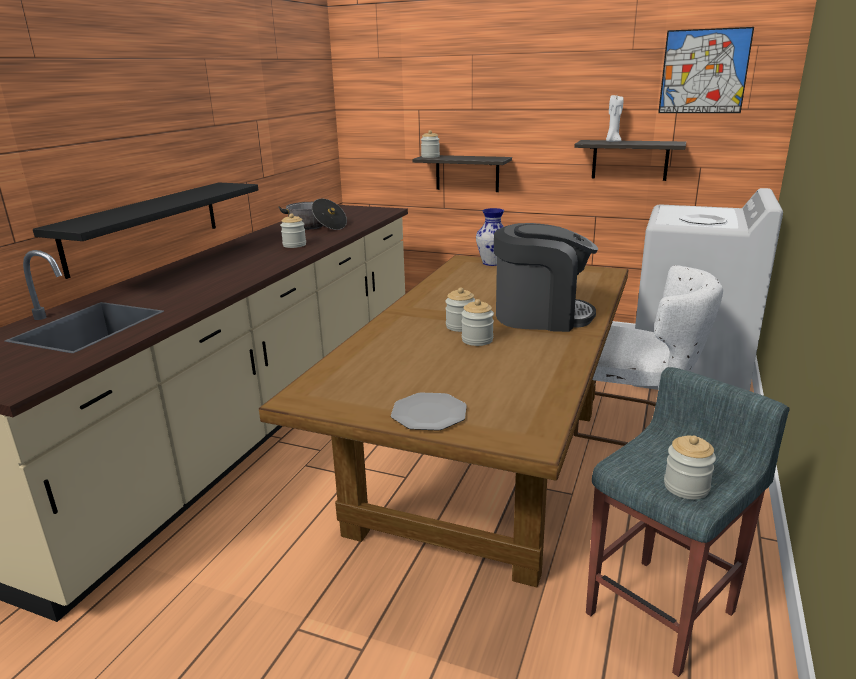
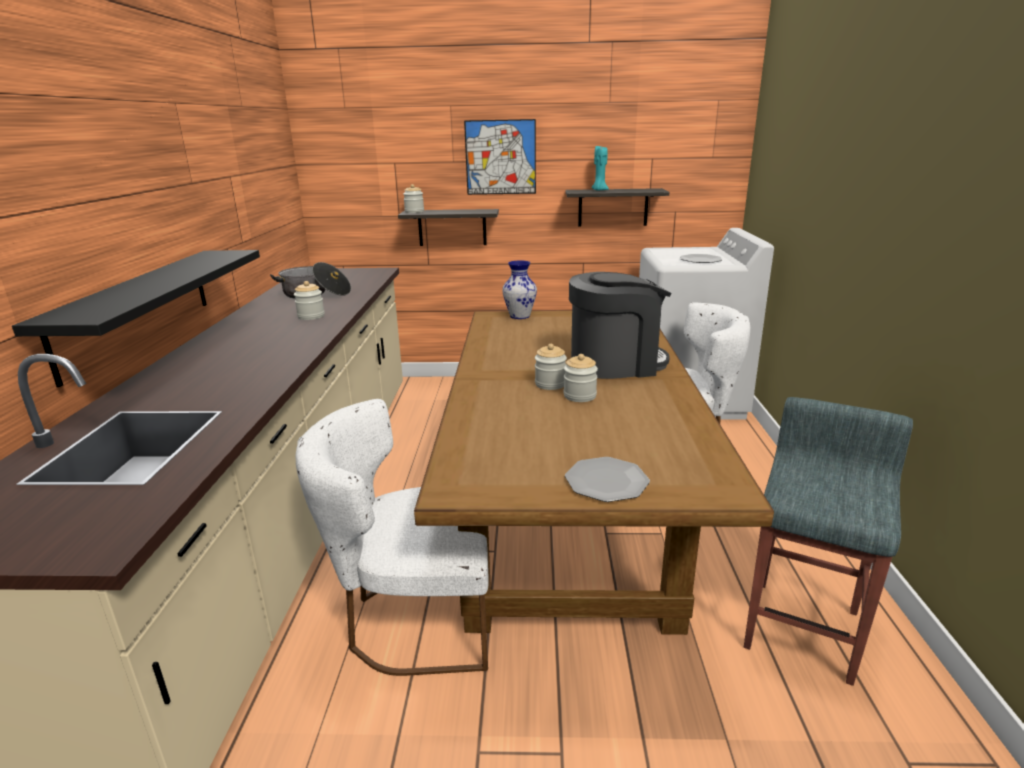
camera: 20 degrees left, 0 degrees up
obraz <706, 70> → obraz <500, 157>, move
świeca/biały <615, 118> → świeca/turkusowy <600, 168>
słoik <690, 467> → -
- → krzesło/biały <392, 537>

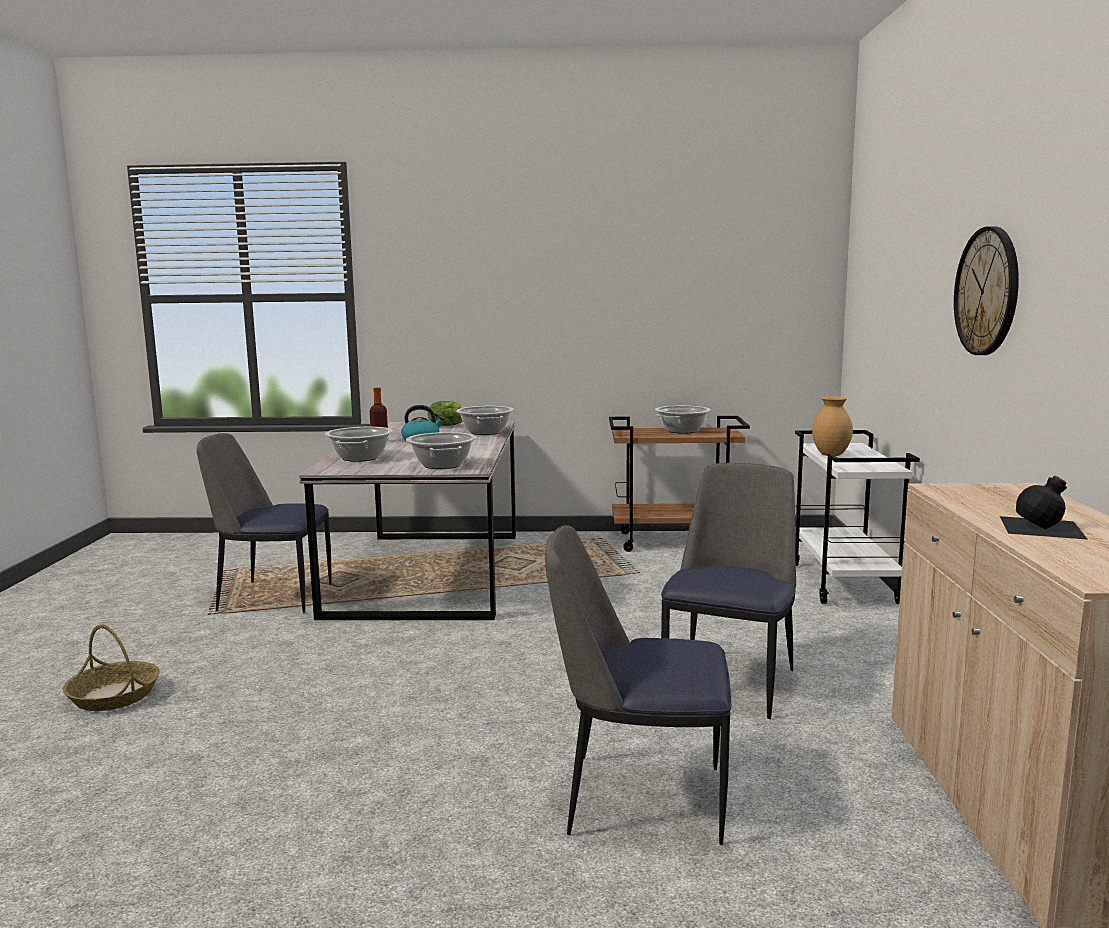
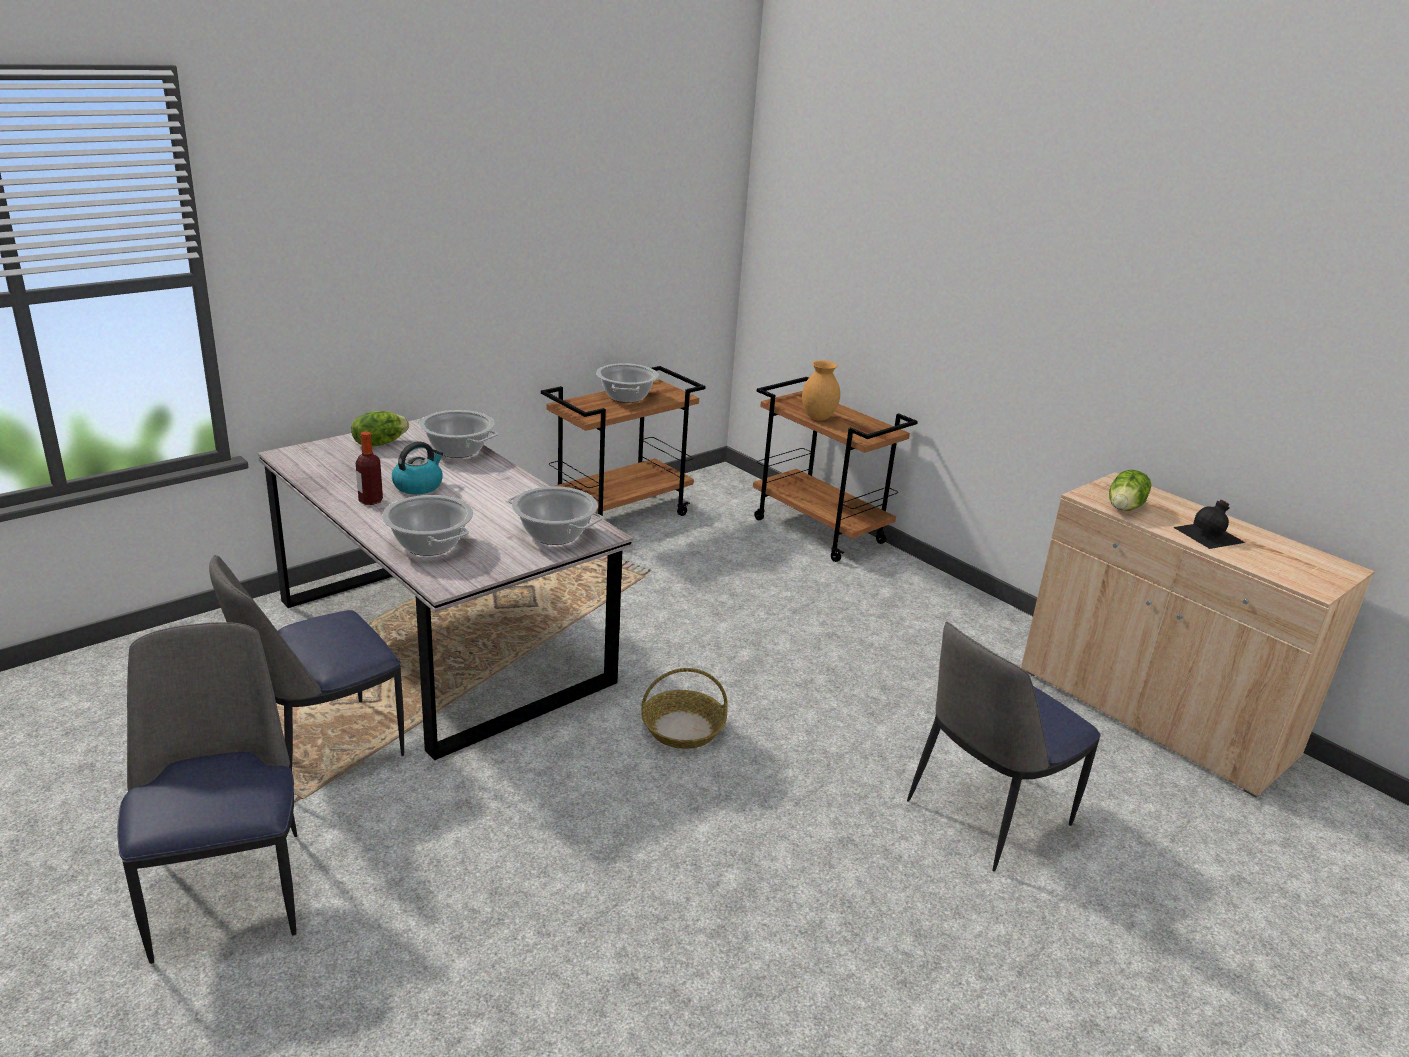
camera: 45 degrees left, 15 degrees up
zegar ścienny <986, 290> → -
wózek/biały <857, 517> → wózek/brązowy <835, 469>
krzesło <728, 591> → krzesło <207, 793>, move
koszyk <111, 667> → koszyk <684, 708>, move
- → sałata <1130, 490>

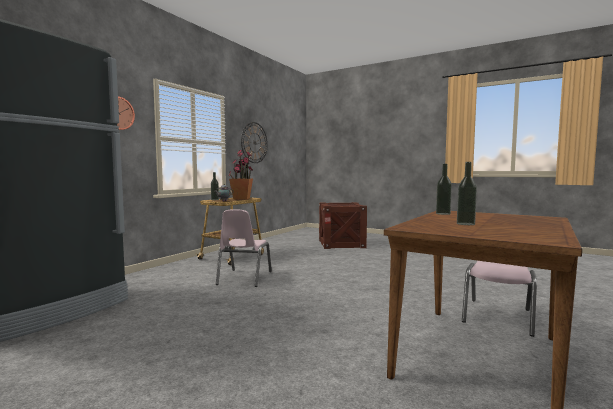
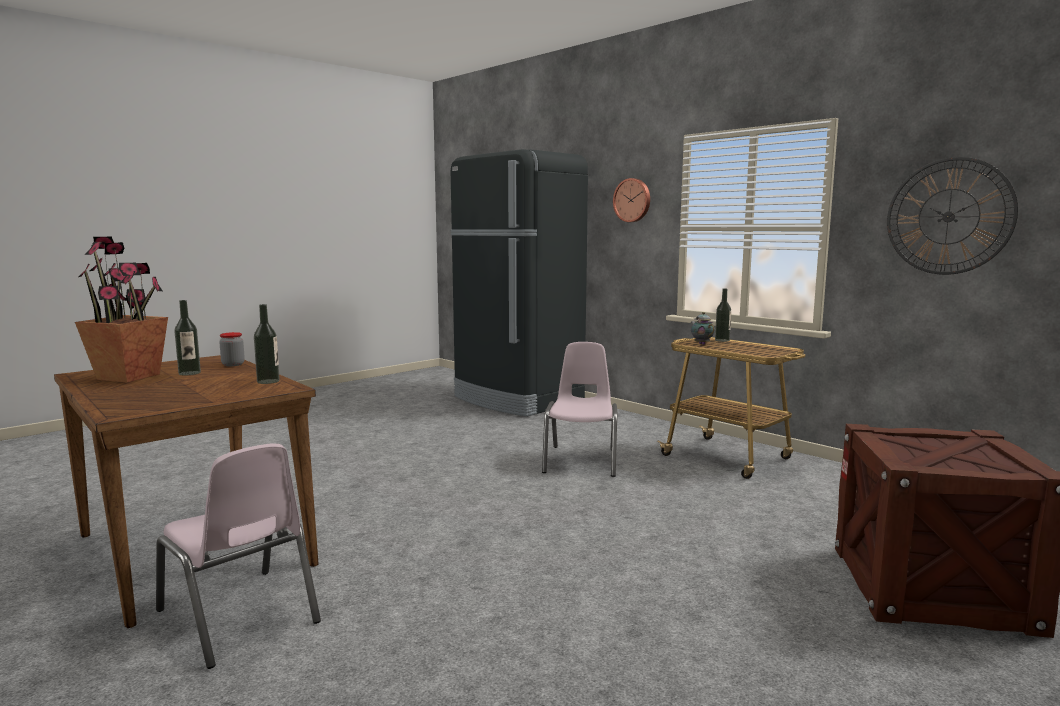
camera: 105 degrees right, 5 degrees up
roślina doniczkowa <241, 174> → roślina doniczkowa <121, 309>, move
krzesło/różowy <244, 248> → krzesło/różowy <579, 409>, 75 degrees clockwise
- → słoik <232, 349>

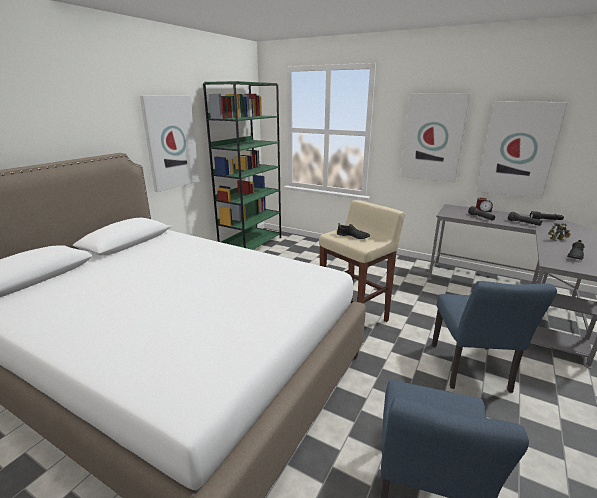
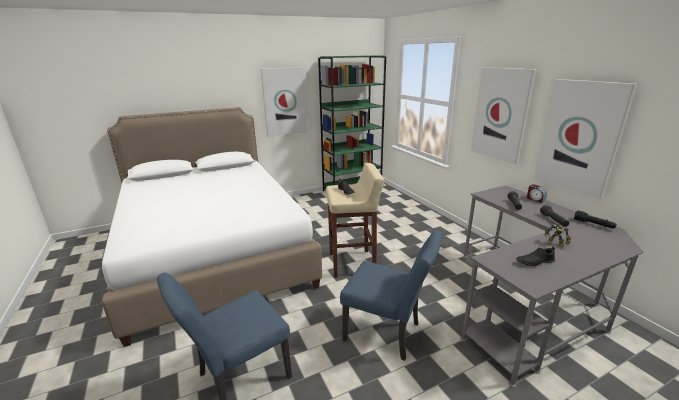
camera: 35 degrees right, 0 degrees up
krzesło/niebieski <494, 337> → krzesło/niebieski <391, 296>, 105 degrees counterclockwise

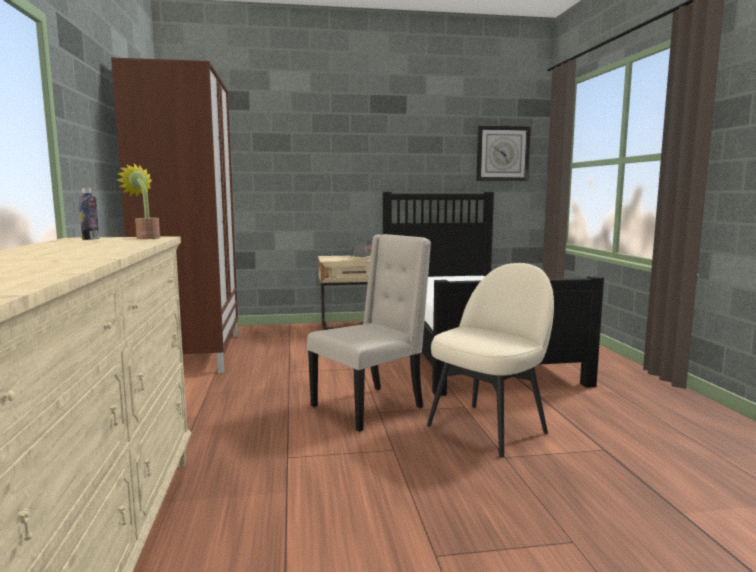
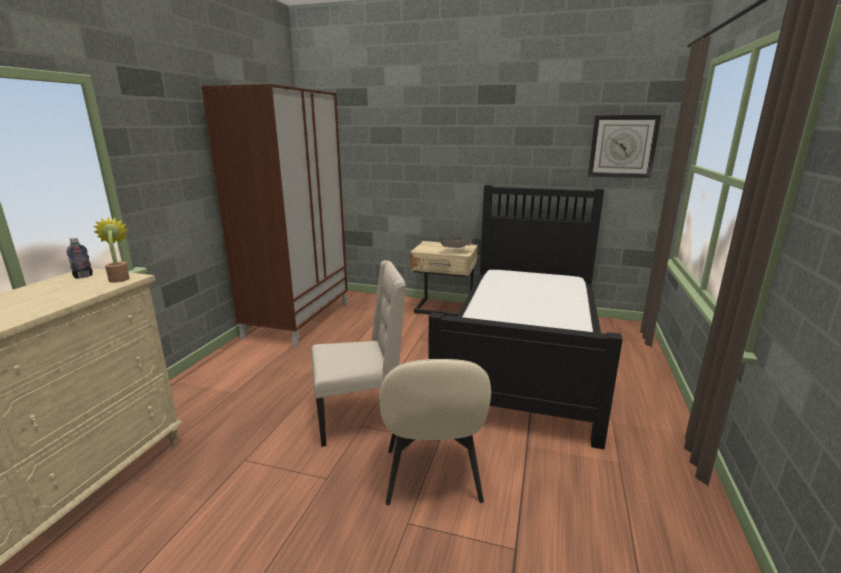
camera: 25 degrees right, 10 degrees up
krzesło/beżowy <490, 360> → krzesło/beżowy <435, 432>, 105 degrees clockwise

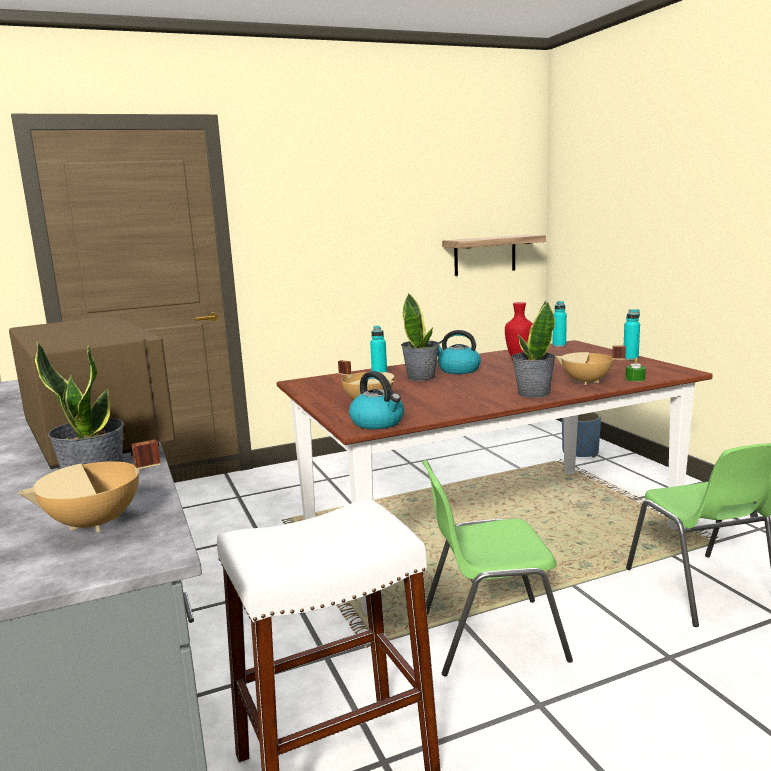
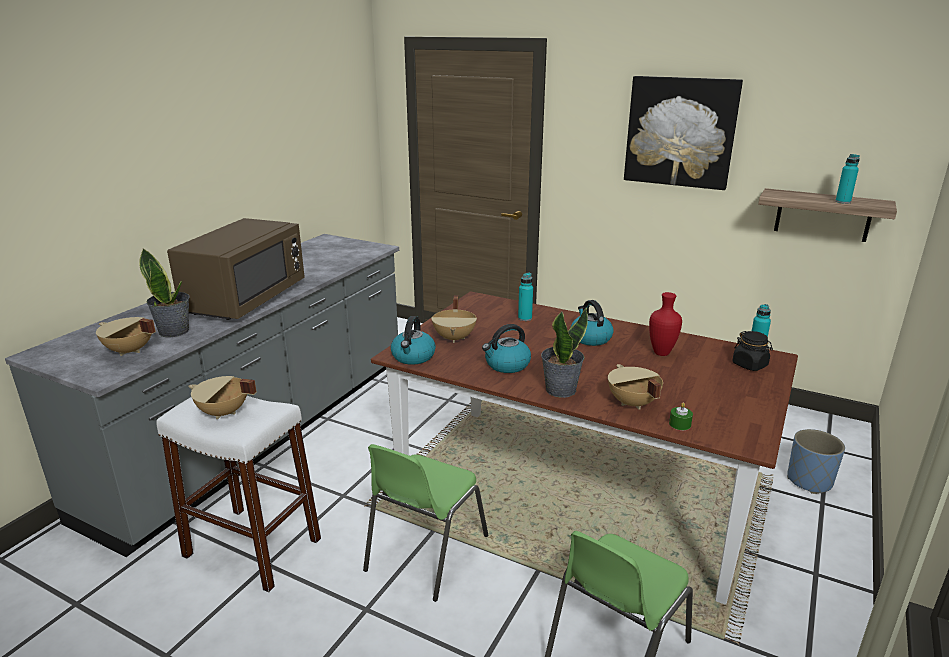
camera: 50 degrees right, 10 degrees up
roślina doniczkowa <420, 337> → -
butelka/turkusowy <632, 334> → butelka/turkusowy <847, 179>, move
krzesło/zielony <497, 568> → krzesło/zielony <426, 523>, 105 degrees counterclockwise
- → obraz <683, 133>
- → czajnik <506, 348>
- → słoik/czarny <752, 351>
- → garnek/beżowy <222, 397>

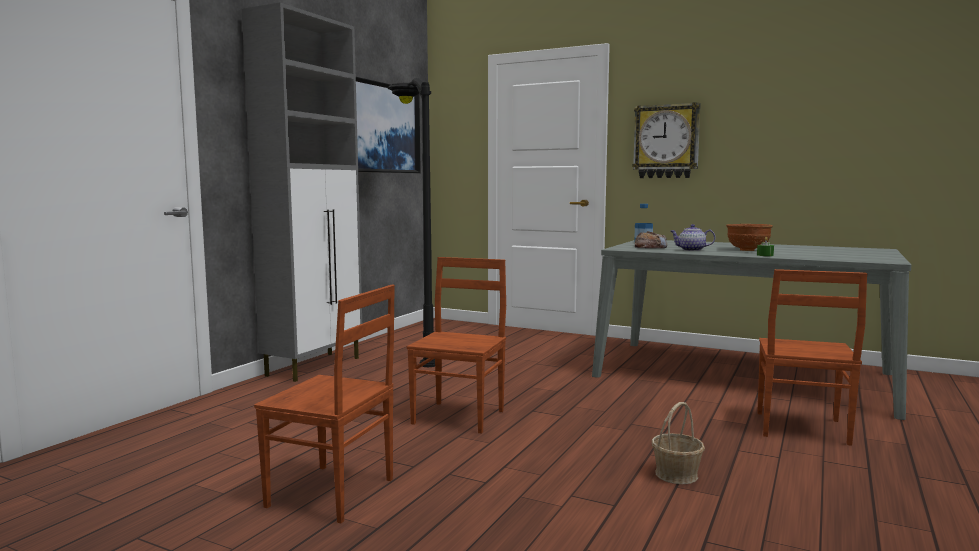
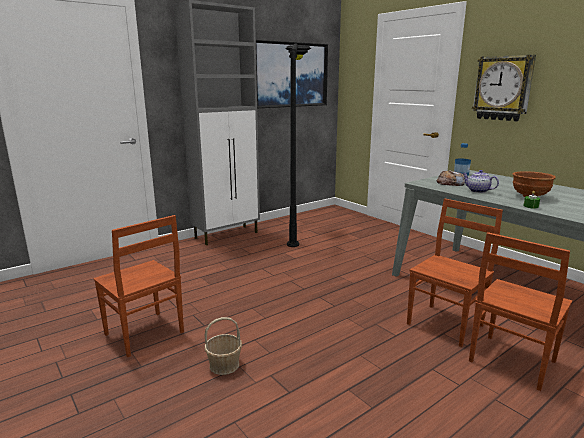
camera: 25 degrees right, 10 degrees up
krzesło/brązowy <456, 345> → krzesło/brązowy <455, 273>, move
koszyk <678, 443> → koszyk <223, 346>, move

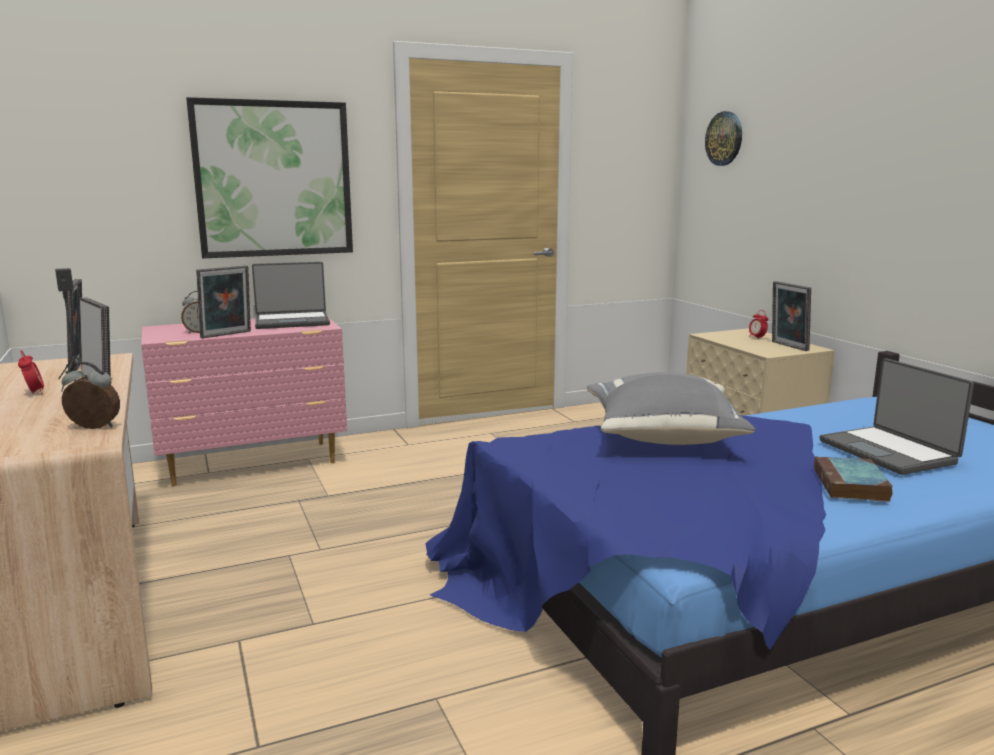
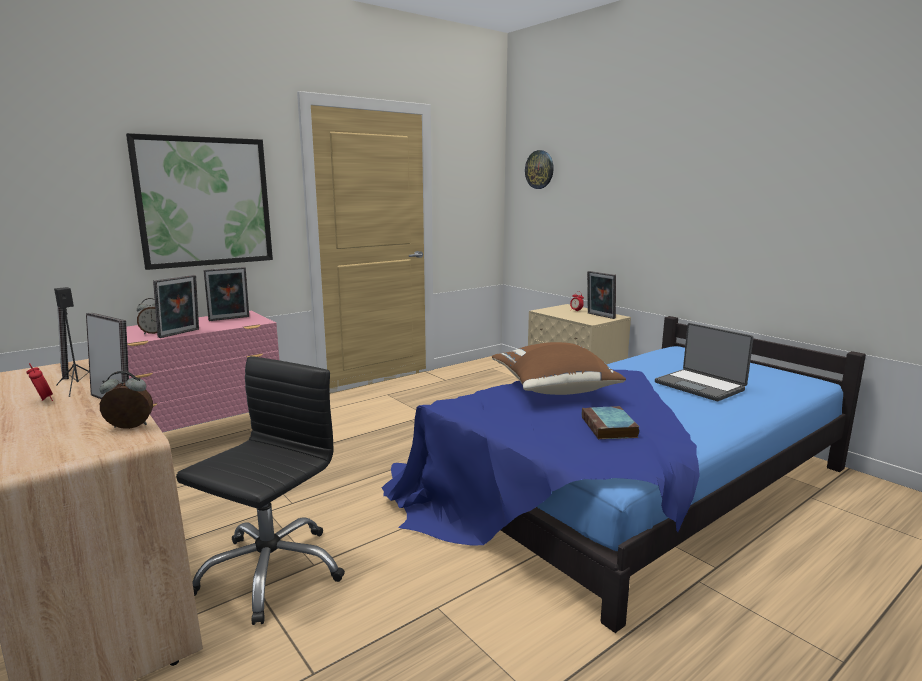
camera: 15 degrees left, 0 degrees up
laptop <291, 295> → ramka na zdjęcie <226, 294>
poduszka/szary <671, 408> → poduszka/brązowy <559, 368>
książka <853, 479> → książka <610, 422>, move
- → krzesło biurowe/czarny <260, 490>

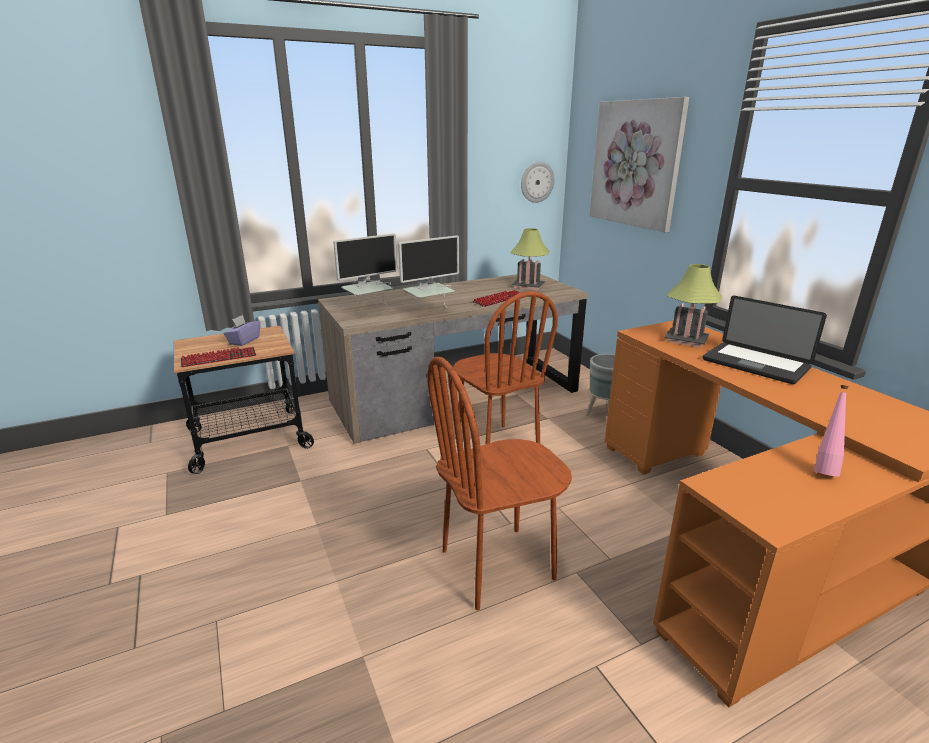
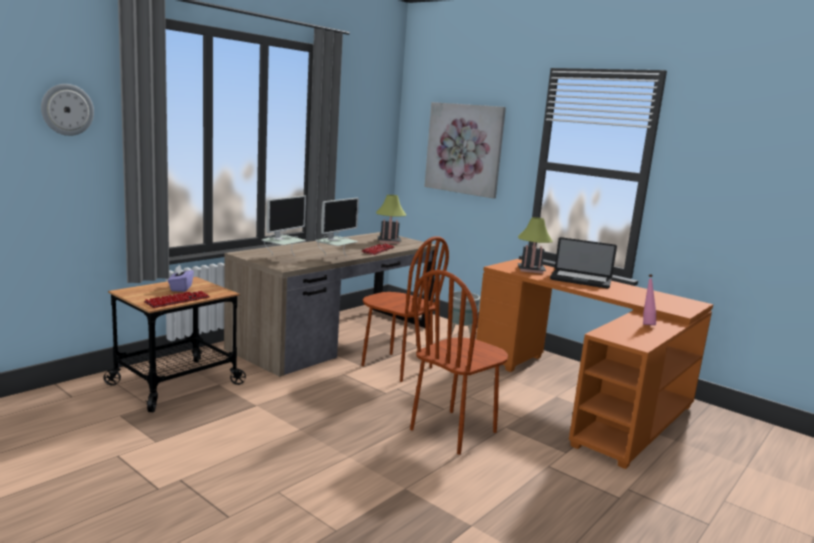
camera: 25 degrees left, 10 degrees down
zegar ścienny <537, 182> → zegar ścienny <67, 110>, move

